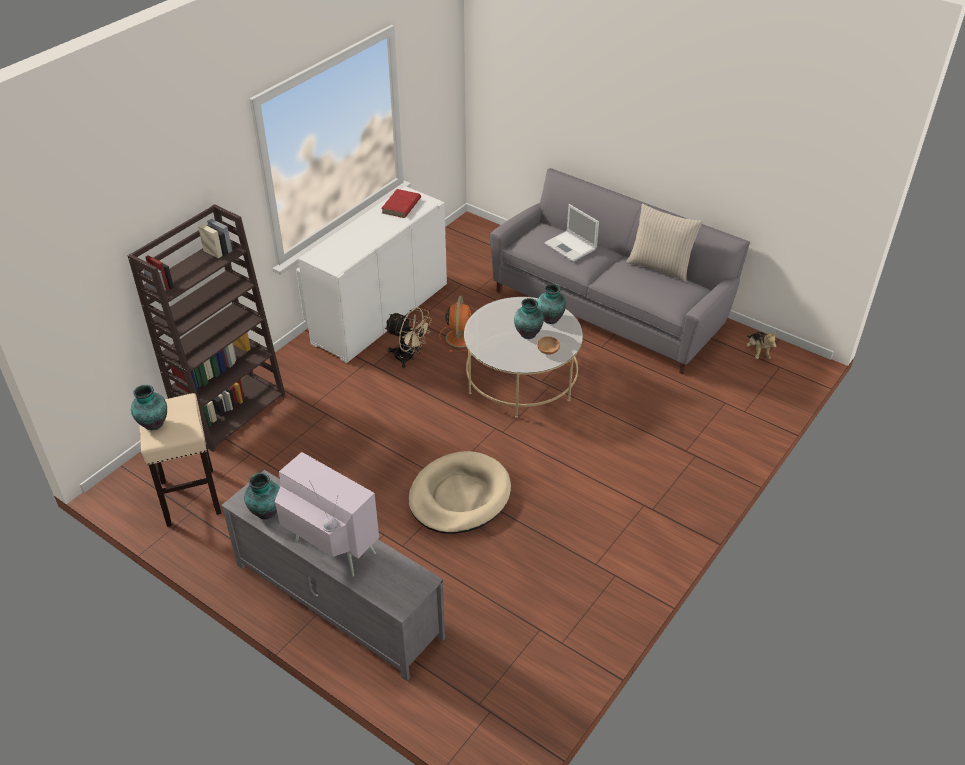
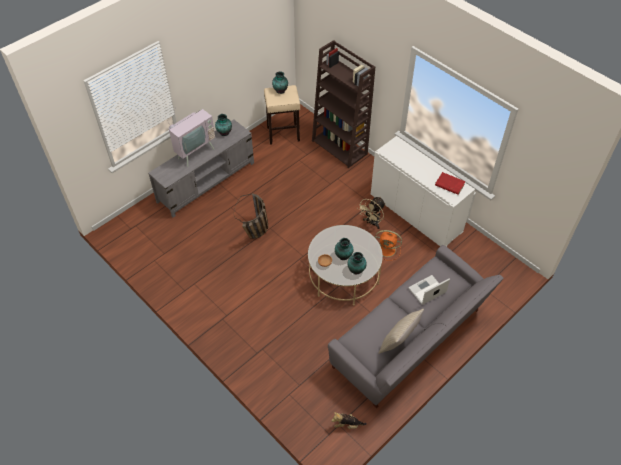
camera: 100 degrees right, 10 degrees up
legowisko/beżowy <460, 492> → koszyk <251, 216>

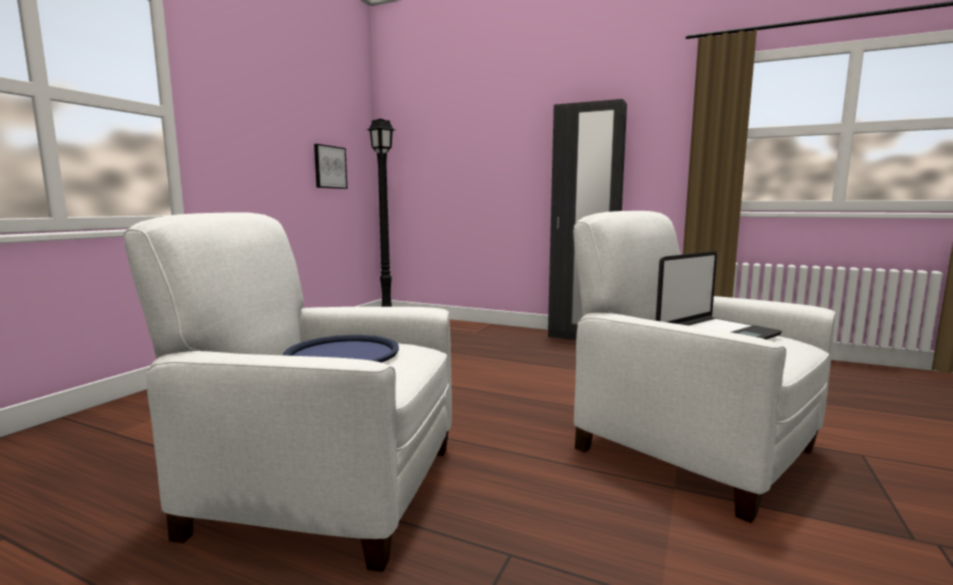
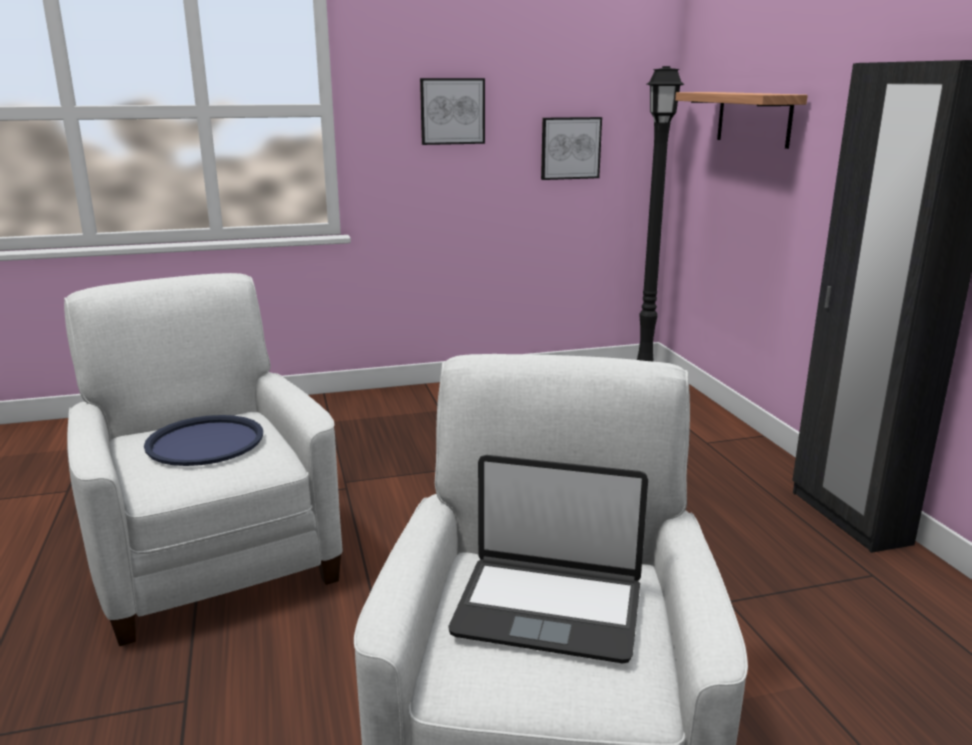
camera: 50 degrees right, 10 degrees up
- → obraz <452, 111>
- → półka <741, 120>

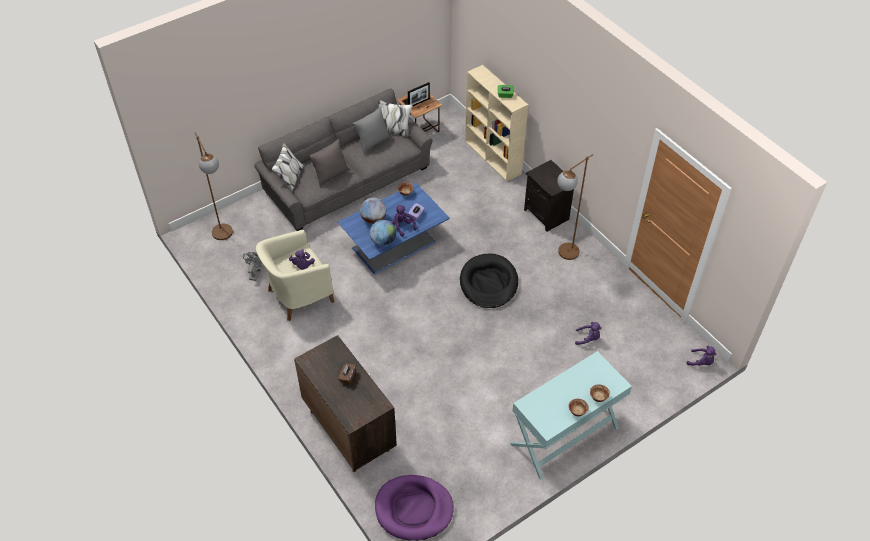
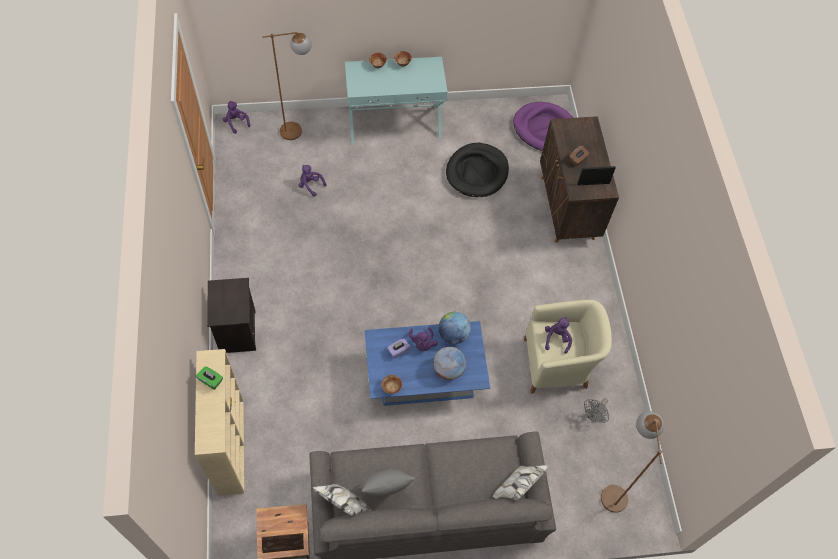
camera: 155 degrees left, 10 degrees up
ramka na zdjęcie <419, 94> → ramka na zdjęcie <596, 175>, move
poduszka/szary <328, 163> → -
lampa stojąca/brązowy <575, 207> → lampa stojąca/brązowy <287, 86>, move
legowisko/czarny <489, 281> → legowisko/czarny <477, 170>, move

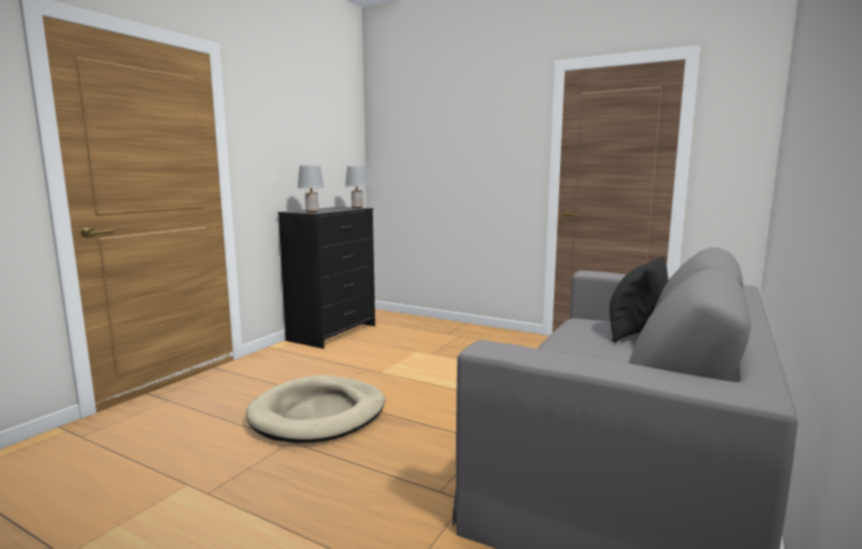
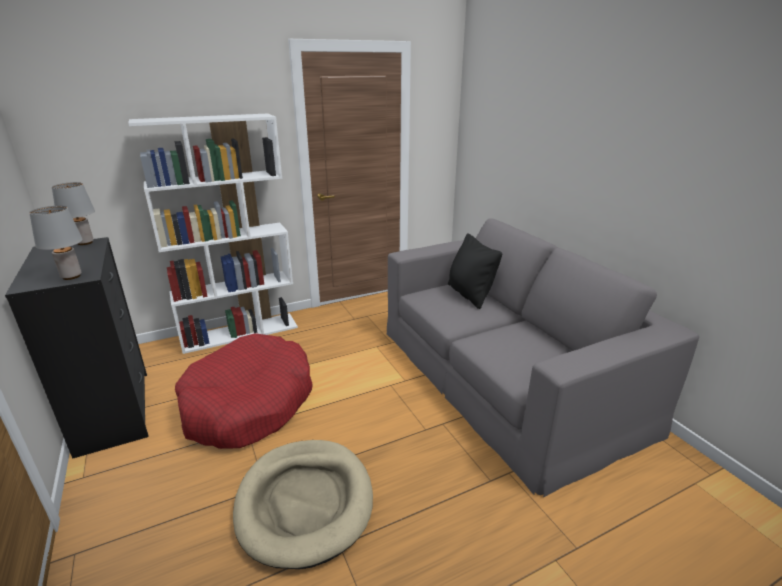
camera: 55 degrees left, 15 degrees up
- → regał/biały <213, 233>
- → legowisko/czerwony <244, 391>

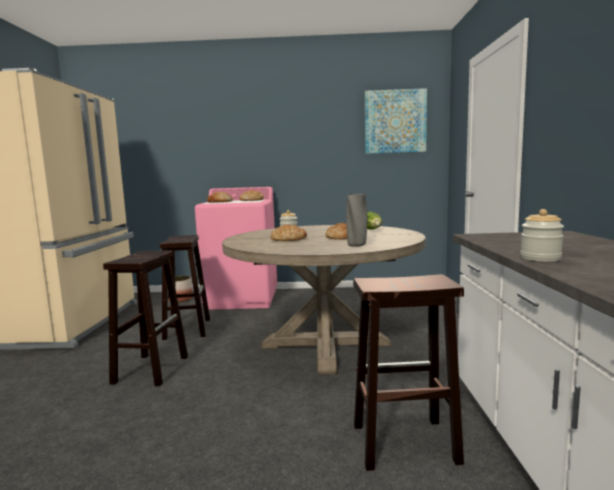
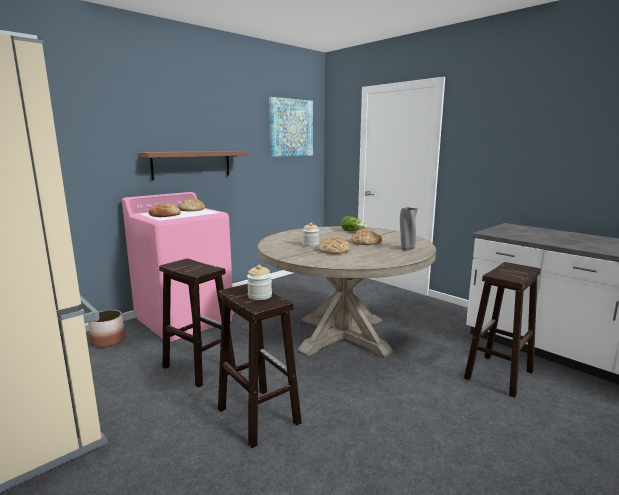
camera: 45 degrees left, 5 degrees up
słoik <542, 235> → słoik <259, 282>, move
- → półka/brązowy <193, 165>

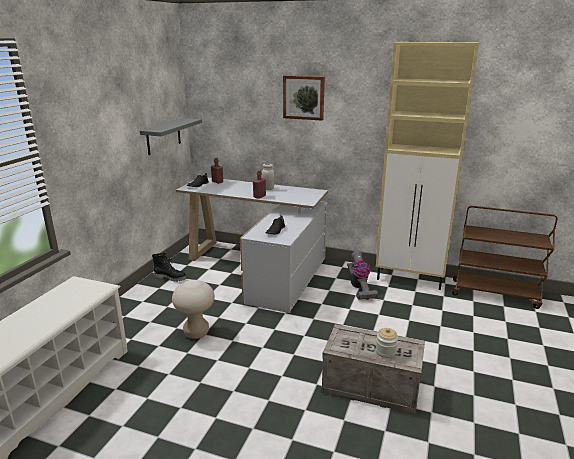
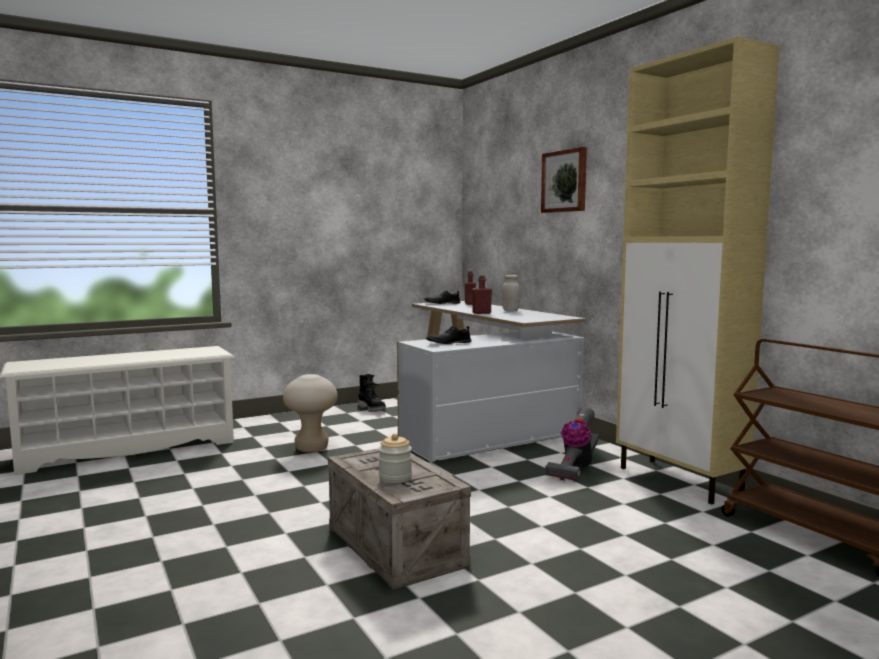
camera: 40 degrees right, 15 degrees down
półka/szary <171, 136> → -

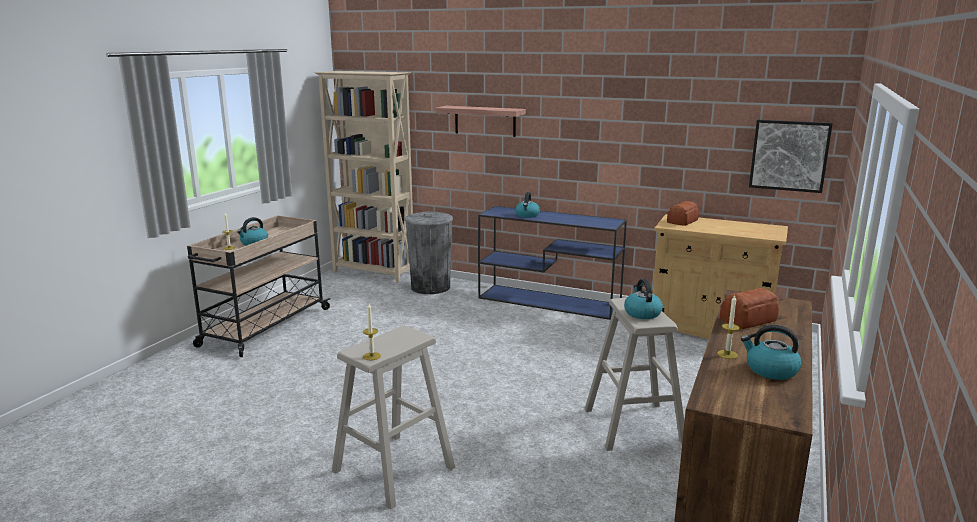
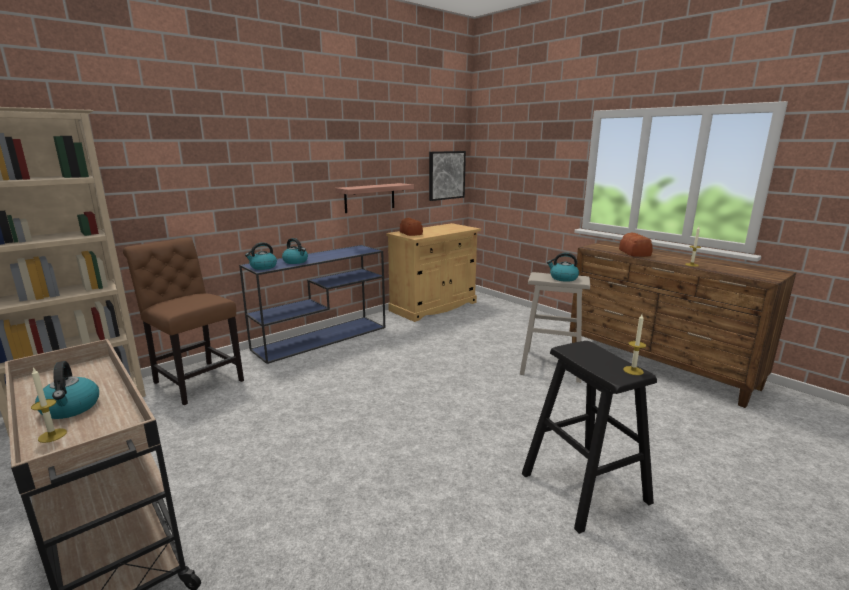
camera: 65 degrees left, 0 degrees up
półka <480, 121> → półka <374, 198>, move
kosz na śmieci/szary <429, 253> → krzesło/brązowy <183, 321>
czajnik <771, 352> → czajnik <261, 256>, move
stołek/beżowy <393, 417> → stołek/czarny <589, 437>

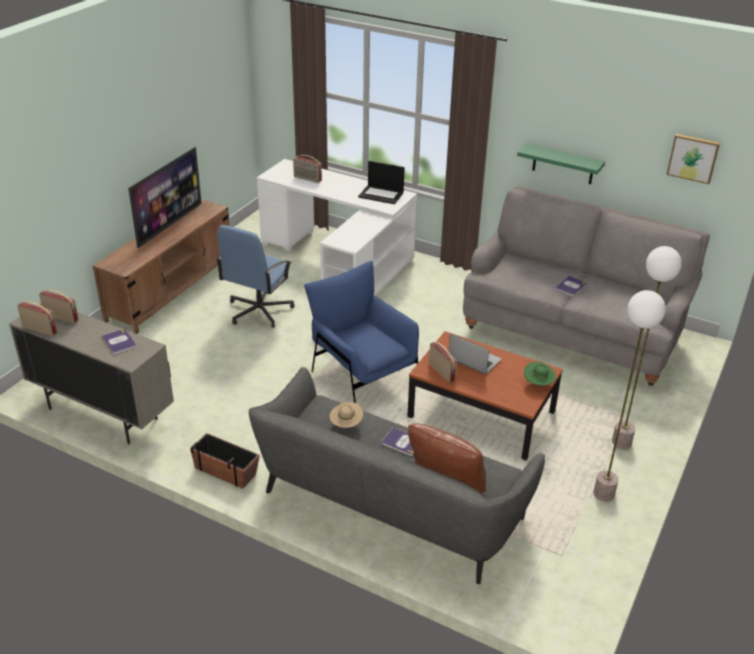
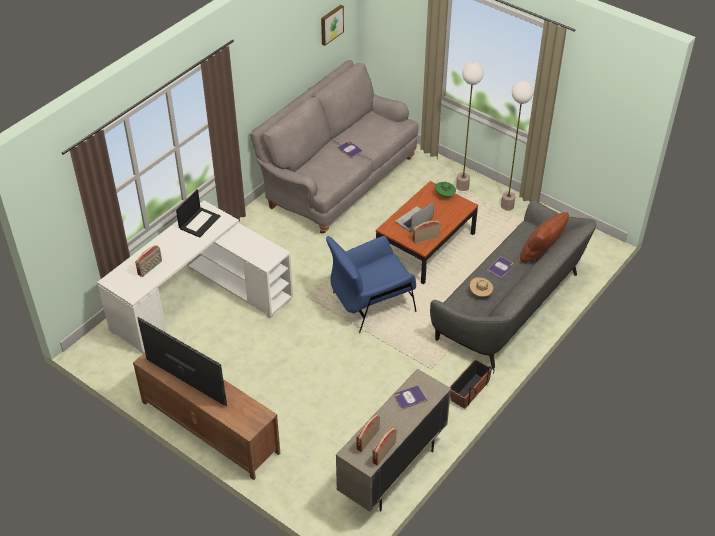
camera: 80 degrees left, 10 degrees up
półka/zielony <561, 163> → -
krzesło biurowe/niebieski <255, 276> → -

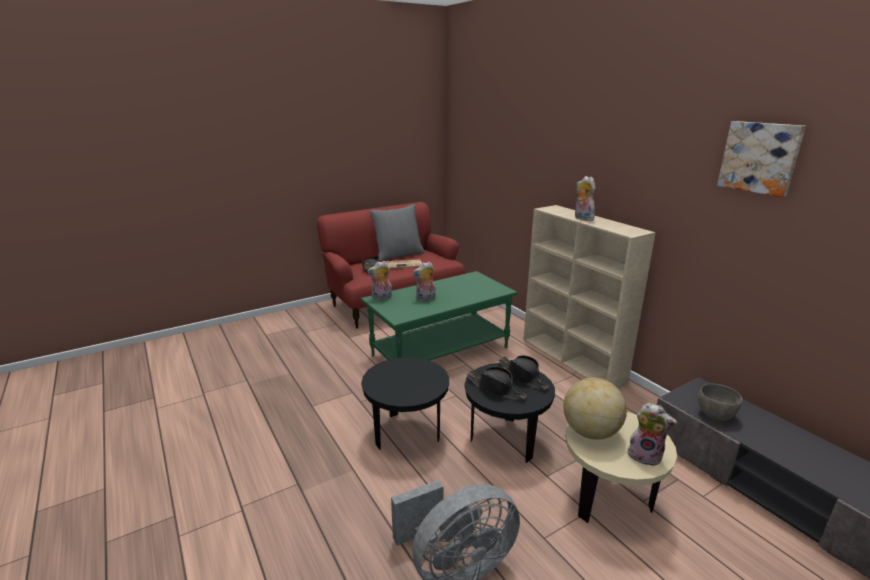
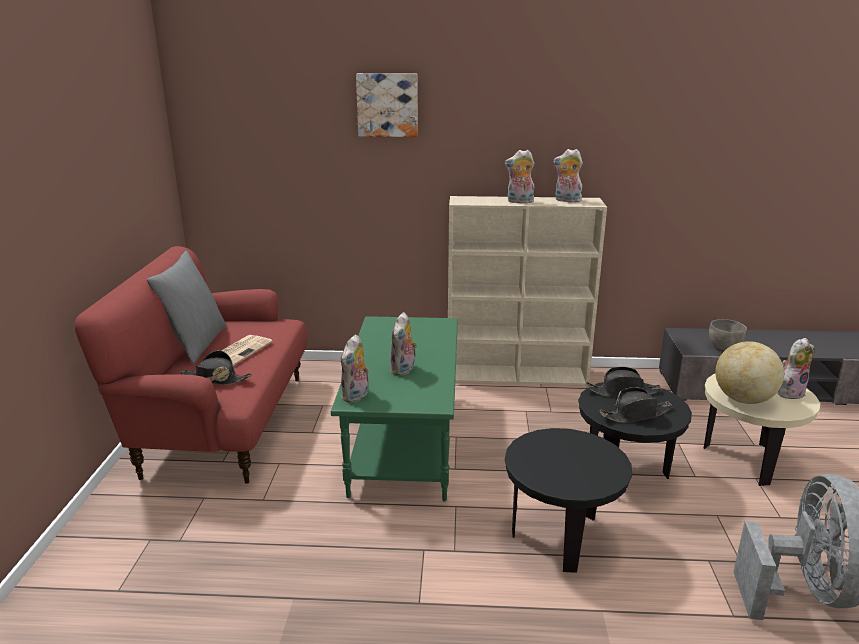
camera: 55 degrees left, 0 degrees up
obraz <761, 159> → obraz <387, 105>, move
- → pluszak <568, 175>

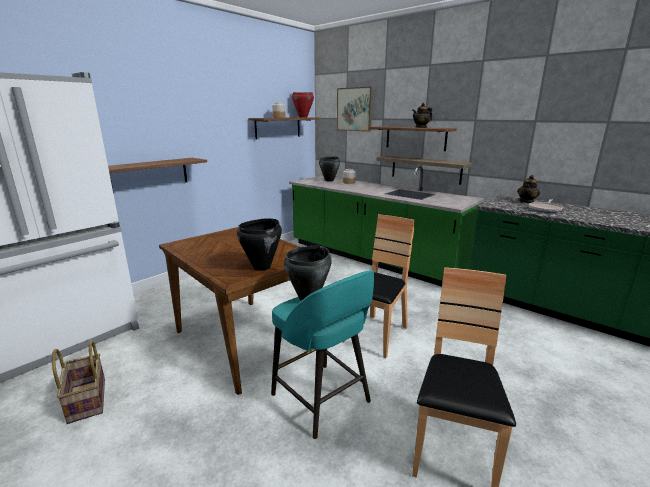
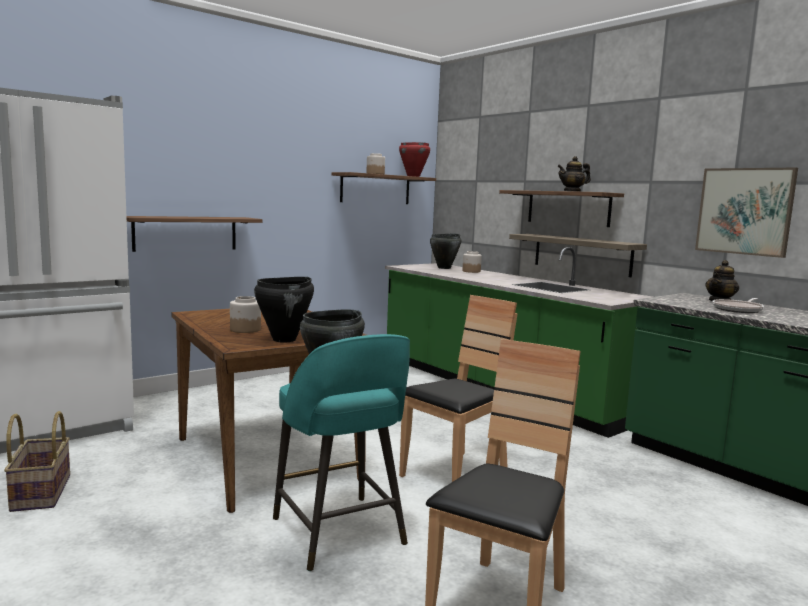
camera: 10 degrees right, 10 degrees down
obraz <355, 109> → obraz <746, 213>, move
- → słoik <245, 314>

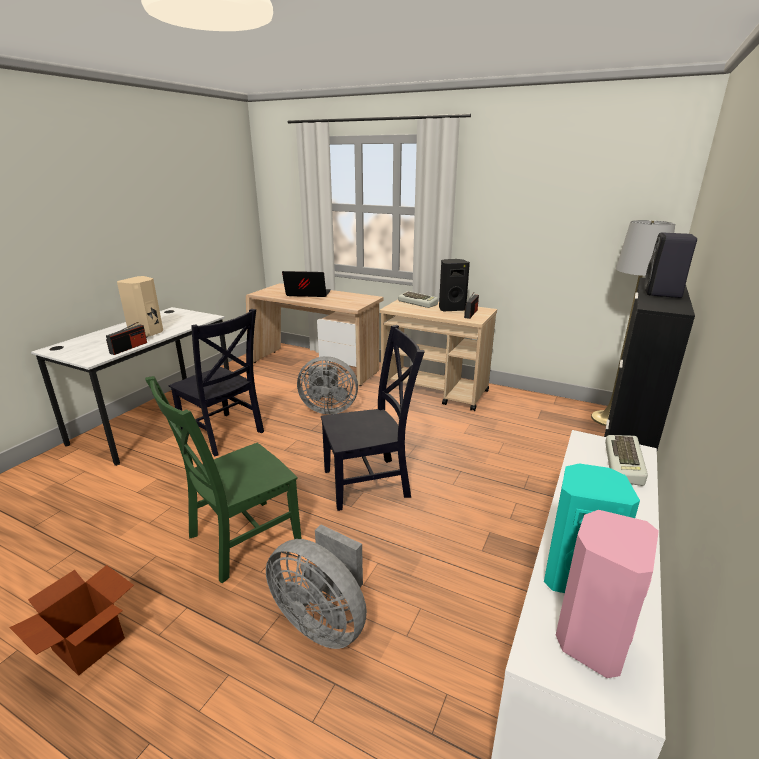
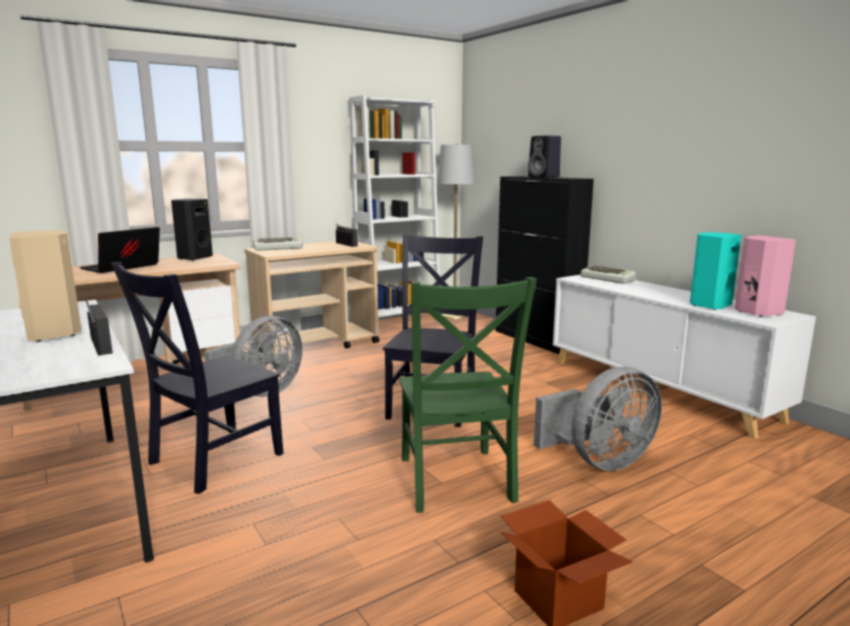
camera: 60 degrees left, 10 degrees down
głośnik/czarny <454, 285> → głośnik/czarny <192, 230>, move
krzesło/czarny <216, 382> → krzesło/czarny <197, 378>, 150 degrees clockwise
- → regał/biały <394, 213>

